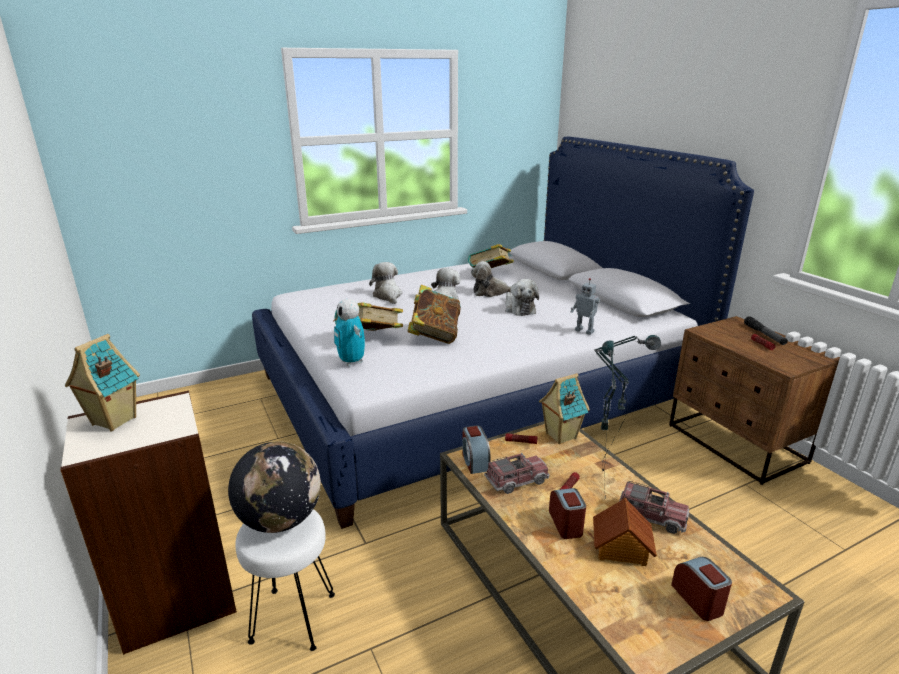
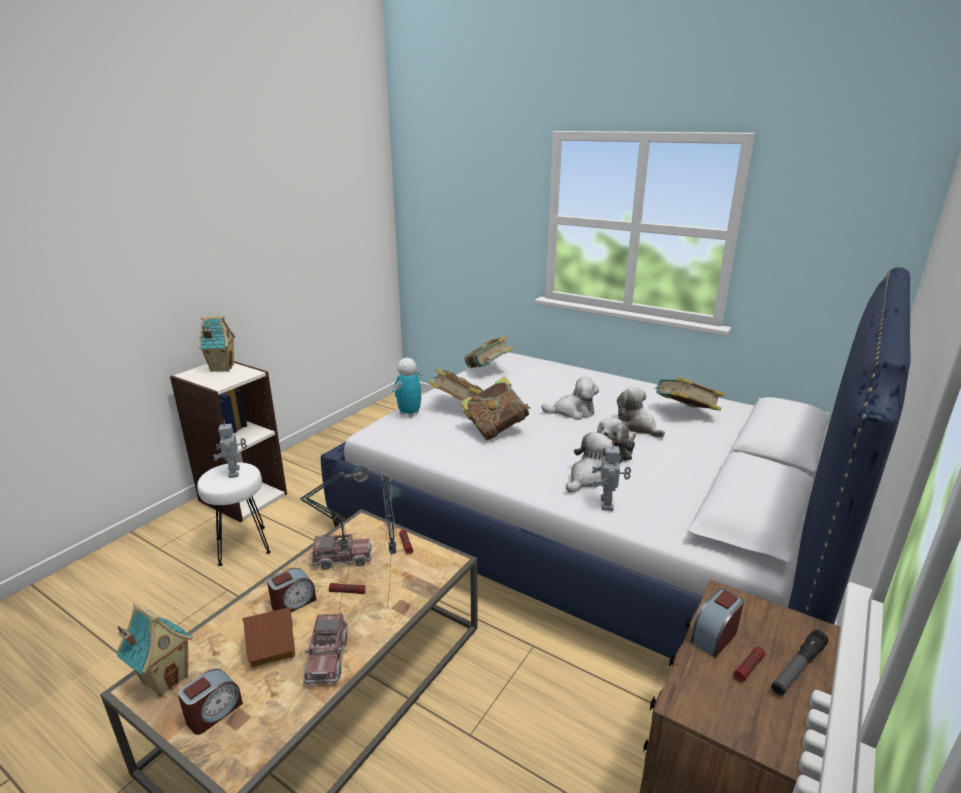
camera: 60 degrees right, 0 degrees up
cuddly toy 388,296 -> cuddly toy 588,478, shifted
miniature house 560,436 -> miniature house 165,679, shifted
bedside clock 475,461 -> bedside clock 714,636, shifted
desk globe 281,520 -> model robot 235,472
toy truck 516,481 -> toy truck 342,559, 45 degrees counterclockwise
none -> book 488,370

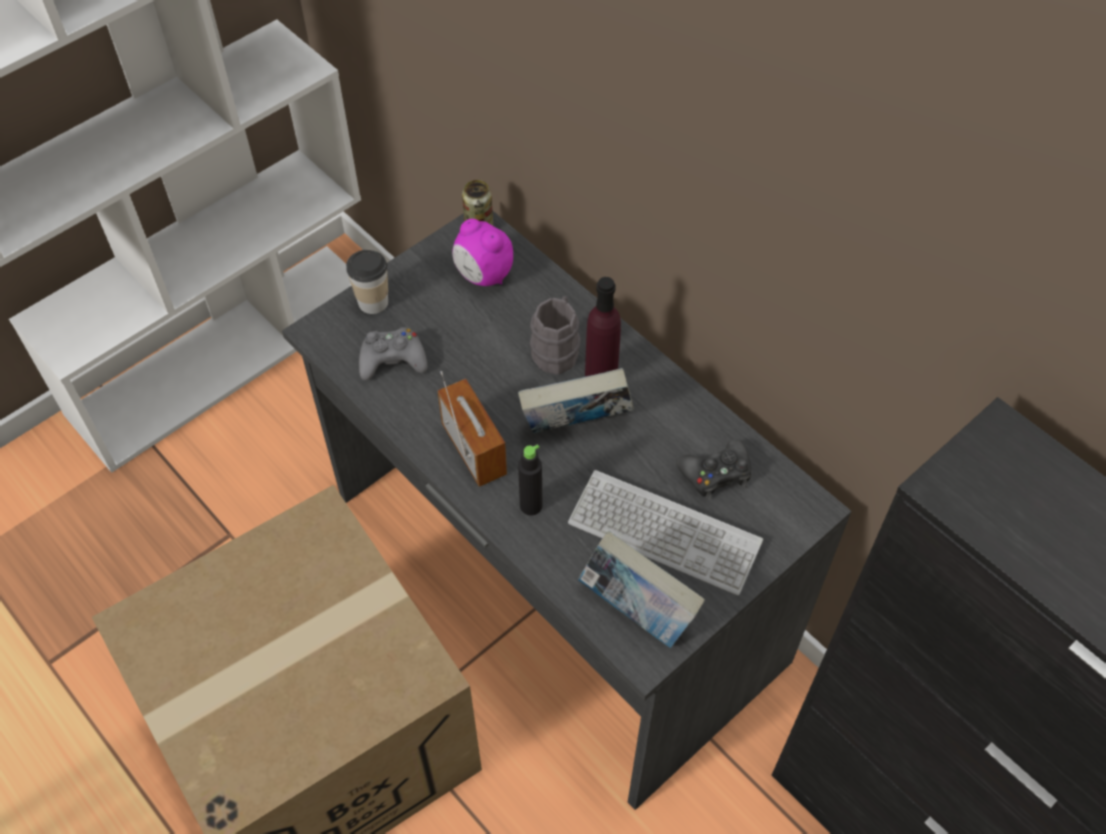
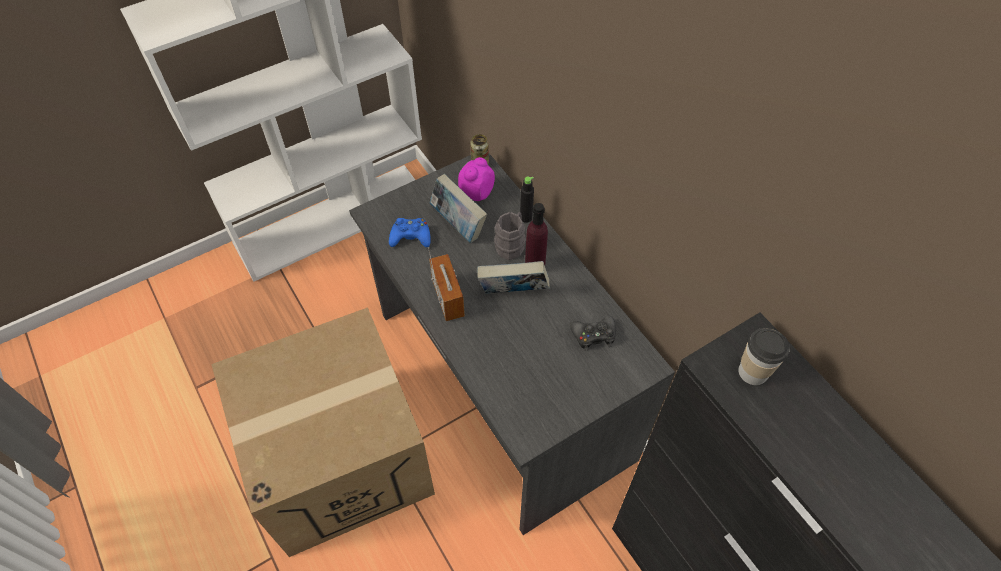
camera: 10 degrees right, 0 degrees up
bedside clock 483,276 -> bedside clock 476,193, 75 degrees clockwise
small cup 373,302 -> small cup 753,372, shifted
joypad (gray) 392,360 -> joypad (bluish) 411,237
drink bottle (black) 531,505 -> drink bottle (black) 526,217, shifted
computer keyboard 664,533 -> none
book 637,611 -> book 458,225, shifted

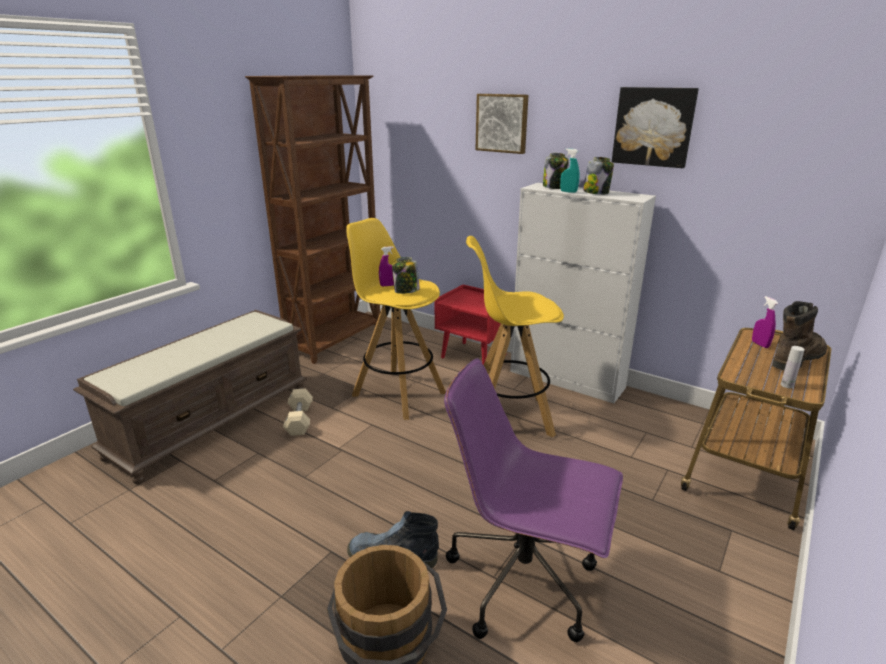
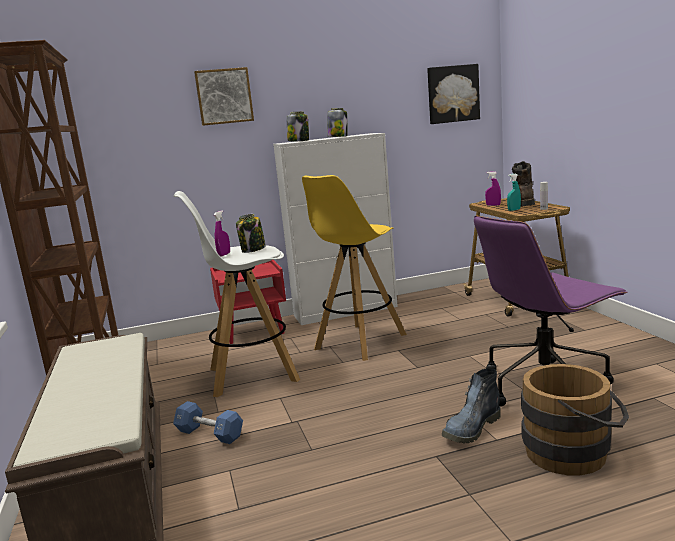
camera: 50 degrees left, 10 degrees down
picture 653,127 -> picture 452,94, shifted
spray bottle (blue-green) 568,192 -> spray bottle (blue-green) 514,210, shifted
sitting stool (yellowish) 398,393 -> sitting stool (white-coloured) 251,375
dumbbell (sand-coloured) 299,420 -> dumbbell (bluish) 209,434

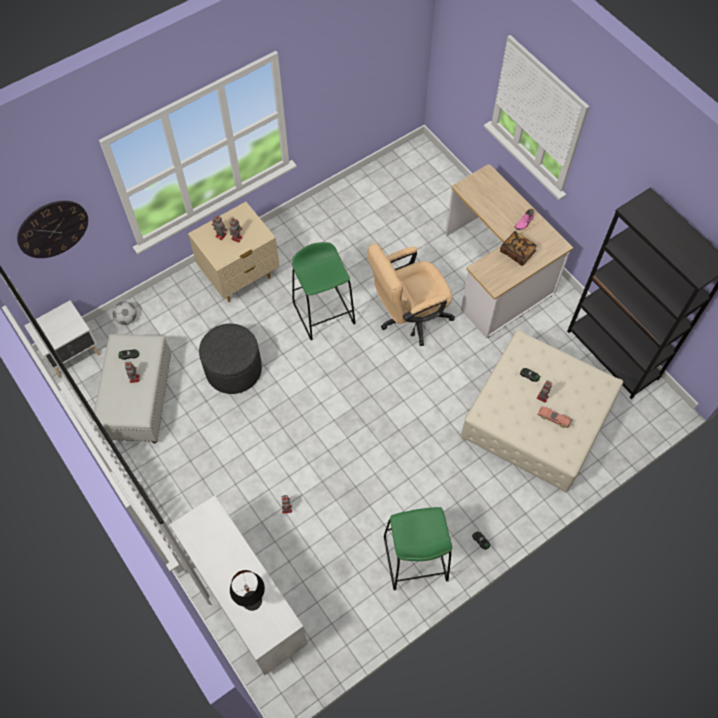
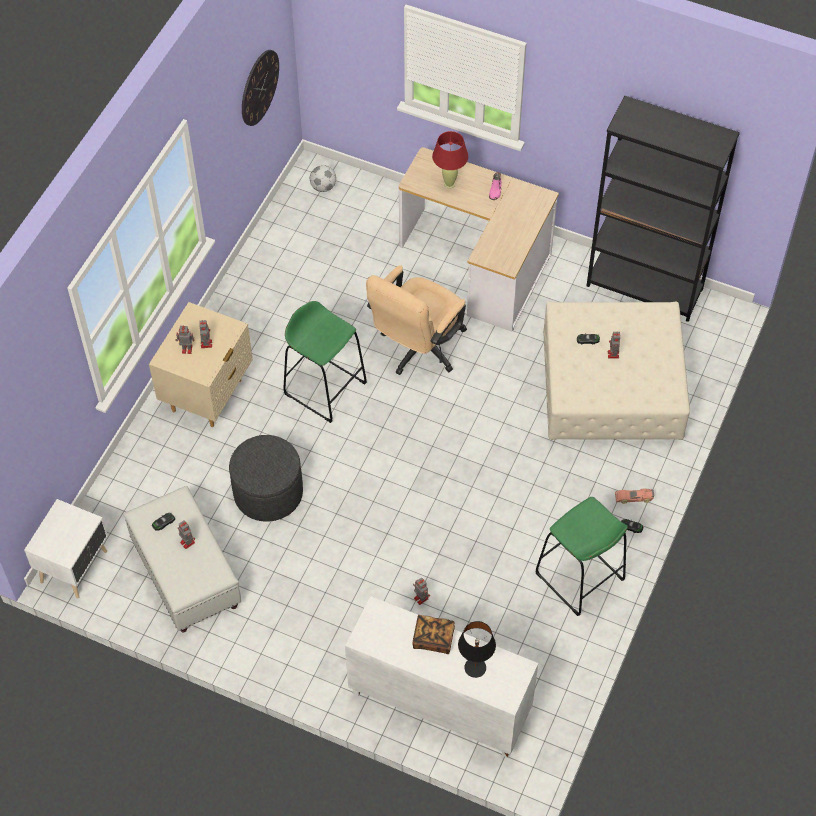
camera: 30 degrees left, 5 degrees down
clock on the wall 52,229 -> clock on the wall 259,87, shifted
book 517,253 -> book 433,639, shifted
football ball 127,319 -> football ball 323,187, shifted
toy car 554,418 -> toy car 634,497, shifted
none -> tabletop lamp (red-coloured) 449,184

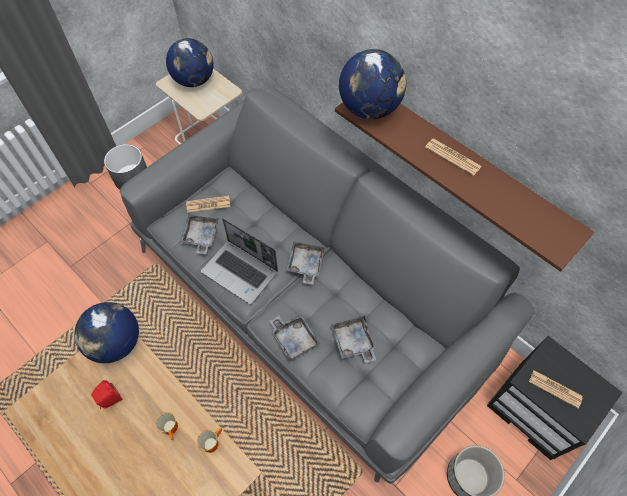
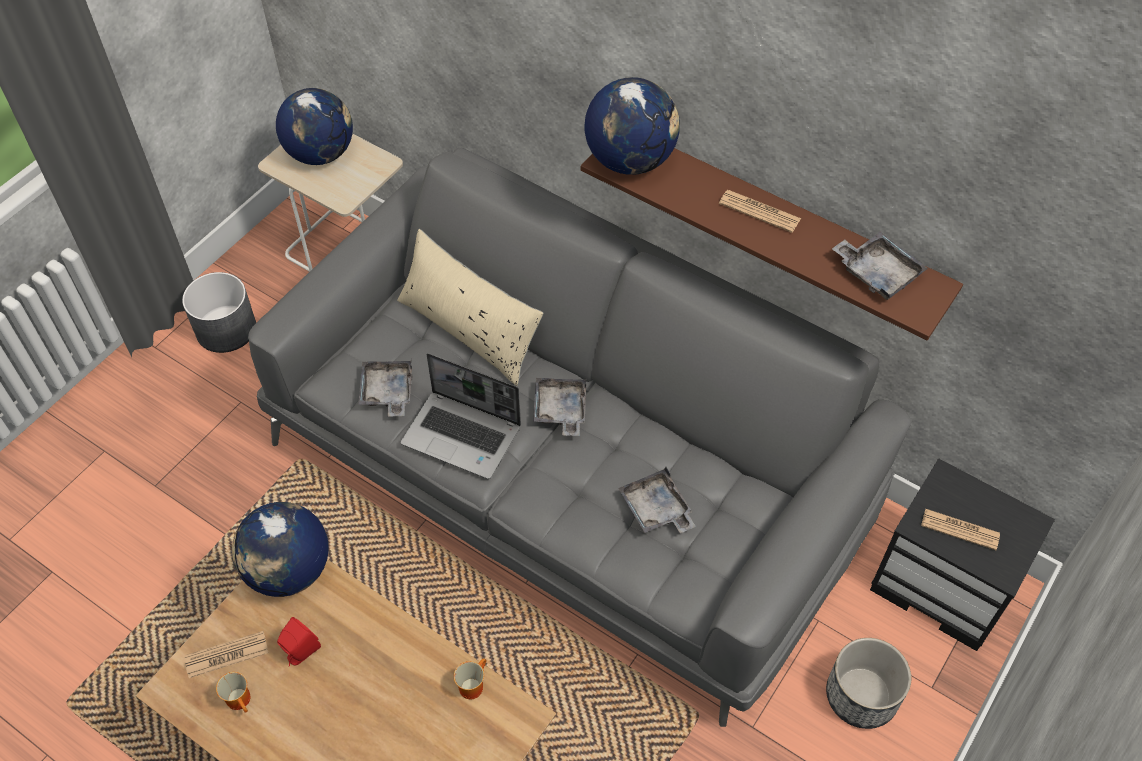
camera: 10 degrees left, 5 degrees down
printed paper 208,204 -> printed paper 226,655, shifted
tray (gray) 294,338 -> tray (gray) 877,273, shifted
mug 172,428 -> mug 241,700, shifted
none -> cushion (sand-coloured) 469,329

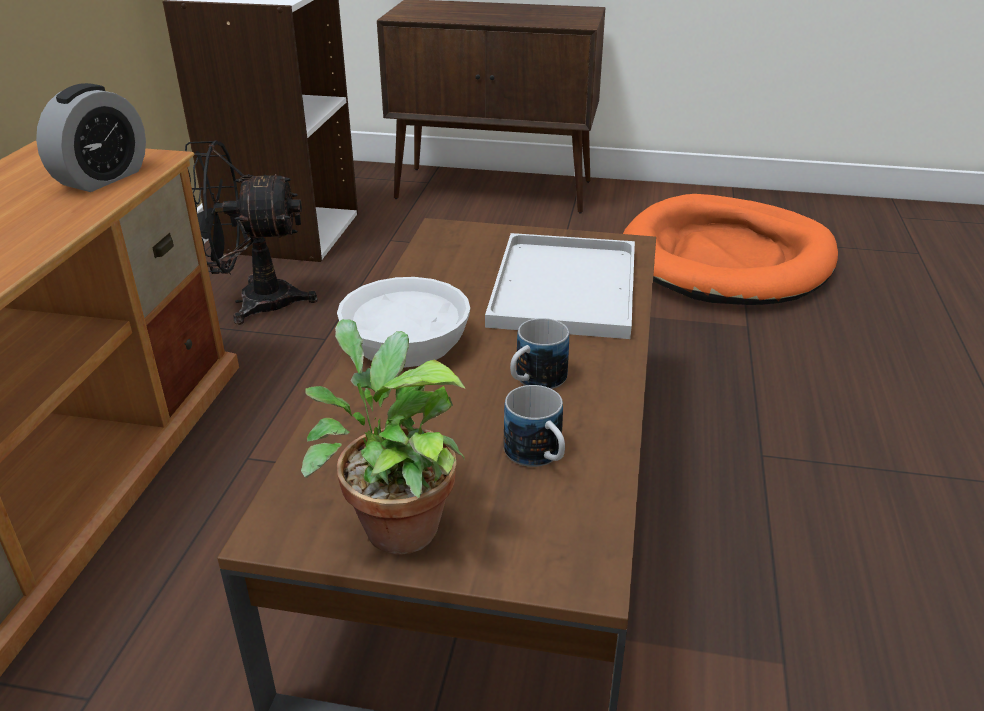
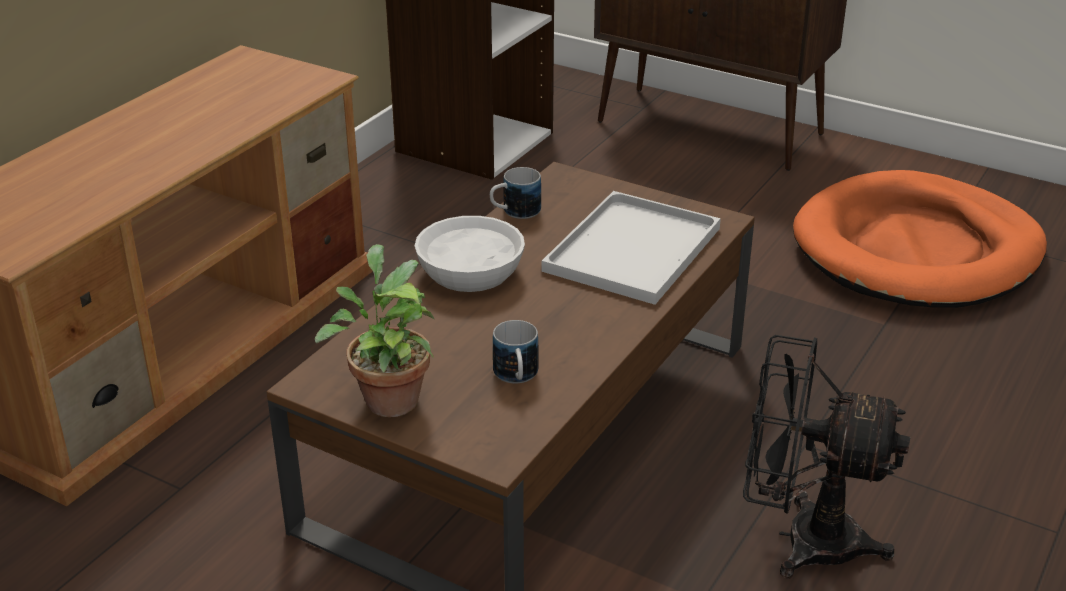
camera: 20 degrees right, 0 degrees up
bedside clock 103,178 -> none
electric fan (black) 252,302 -> electric fan (black) 801,539, shifted
mug 534,381 -> mug 514,212, shifted

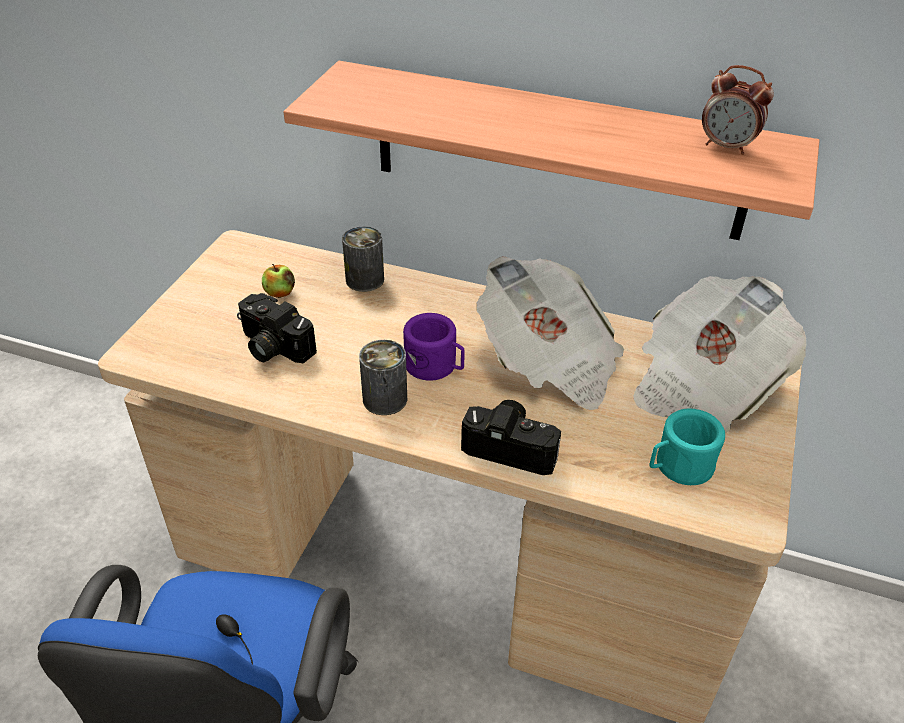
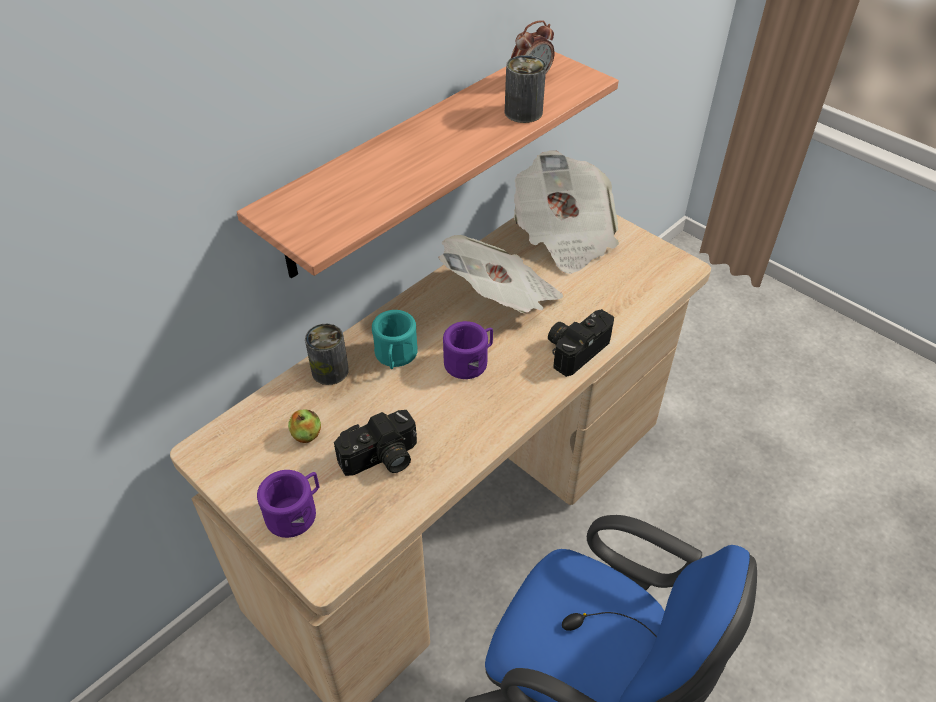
camera: 65 degrees left, 5 degrees up
metal can 385,399 -> metal can 523,112, shifted
mug (blue-green) 678,466 -> mug (blue-green) 395,356, shifted
none -> mug (purple) 296,512

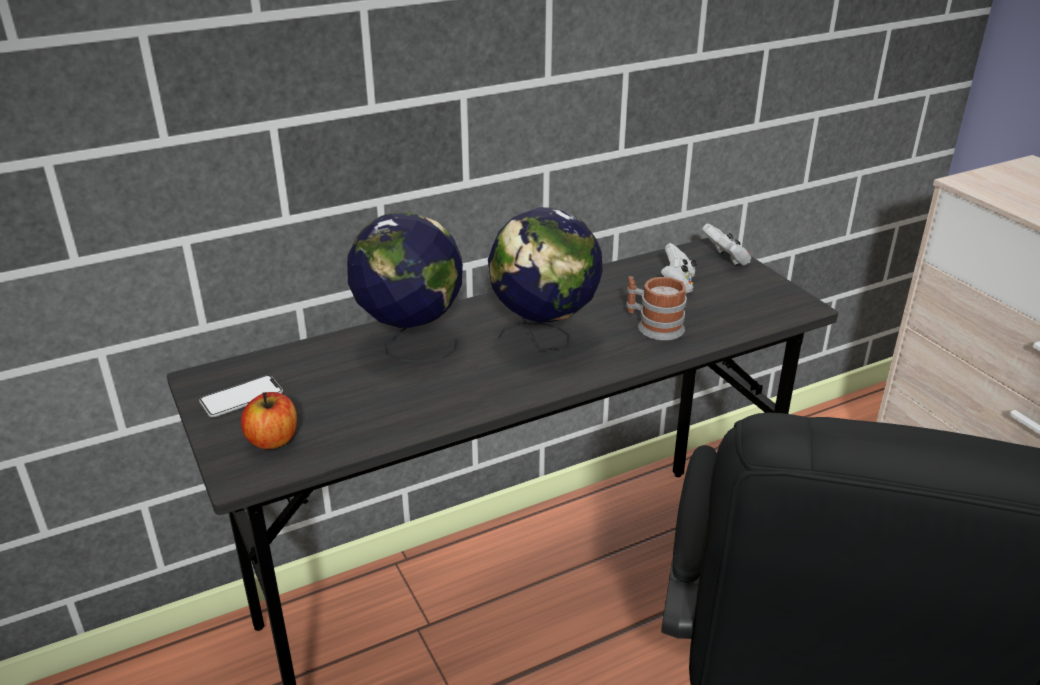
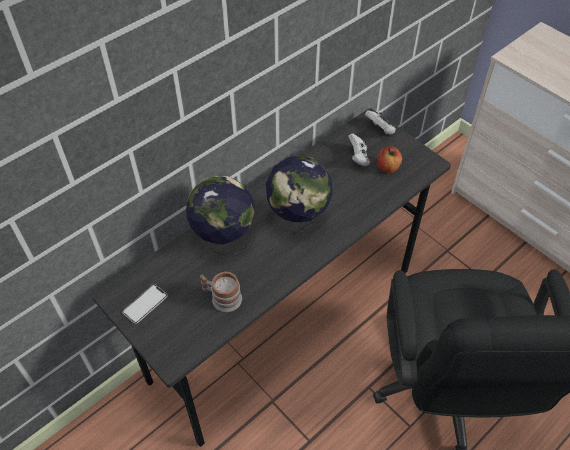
camera: 15 degrees left, 20 degrees up
mug 653,326 -> mug 222,298, shifted
apple 273,440 -> apple 388,167, shifted

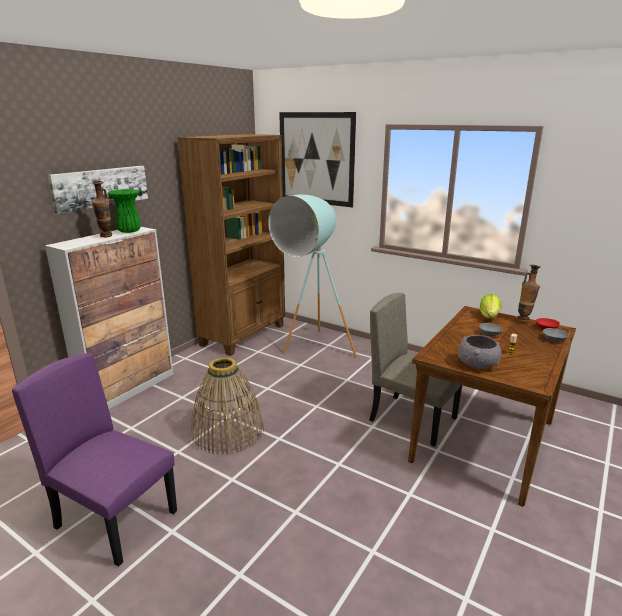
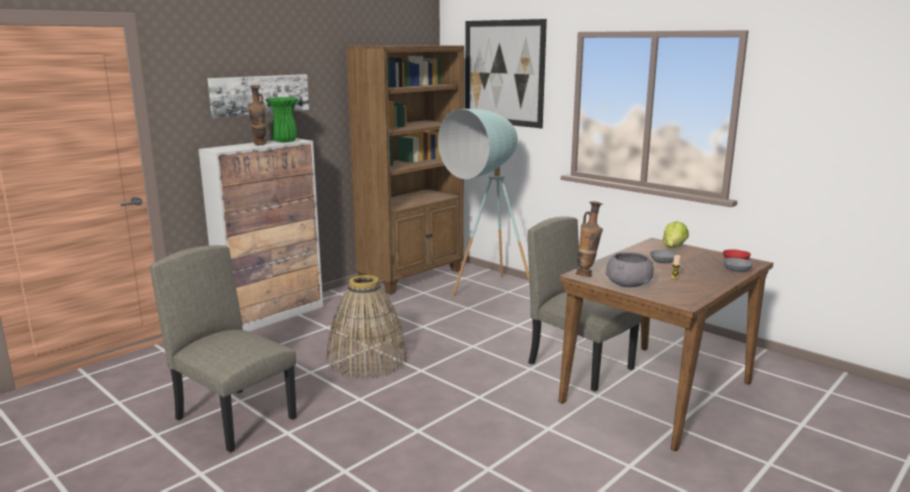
camera: 10 degrees right, 5 degrees down
decorative vase 524,320 -> decorative vase 587,275, shifted
plain chair (purple) 117,519 -> plain chair (sand-coloured) 236,418

